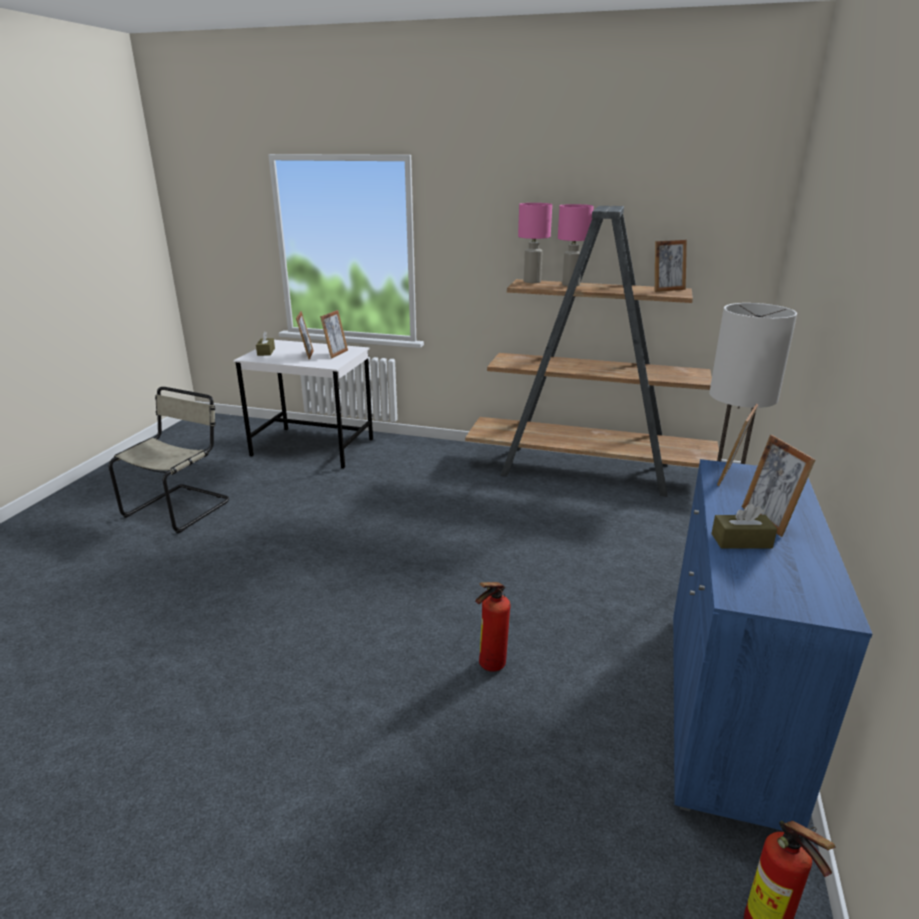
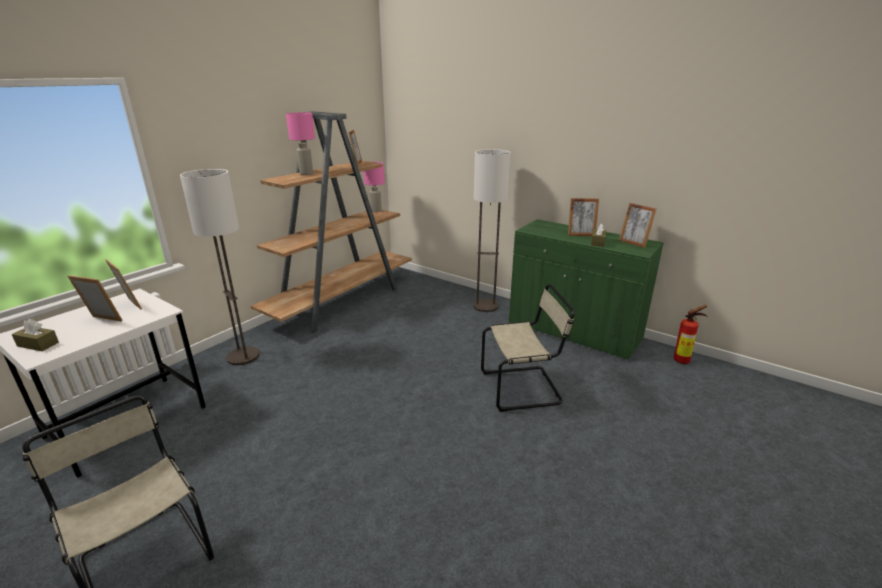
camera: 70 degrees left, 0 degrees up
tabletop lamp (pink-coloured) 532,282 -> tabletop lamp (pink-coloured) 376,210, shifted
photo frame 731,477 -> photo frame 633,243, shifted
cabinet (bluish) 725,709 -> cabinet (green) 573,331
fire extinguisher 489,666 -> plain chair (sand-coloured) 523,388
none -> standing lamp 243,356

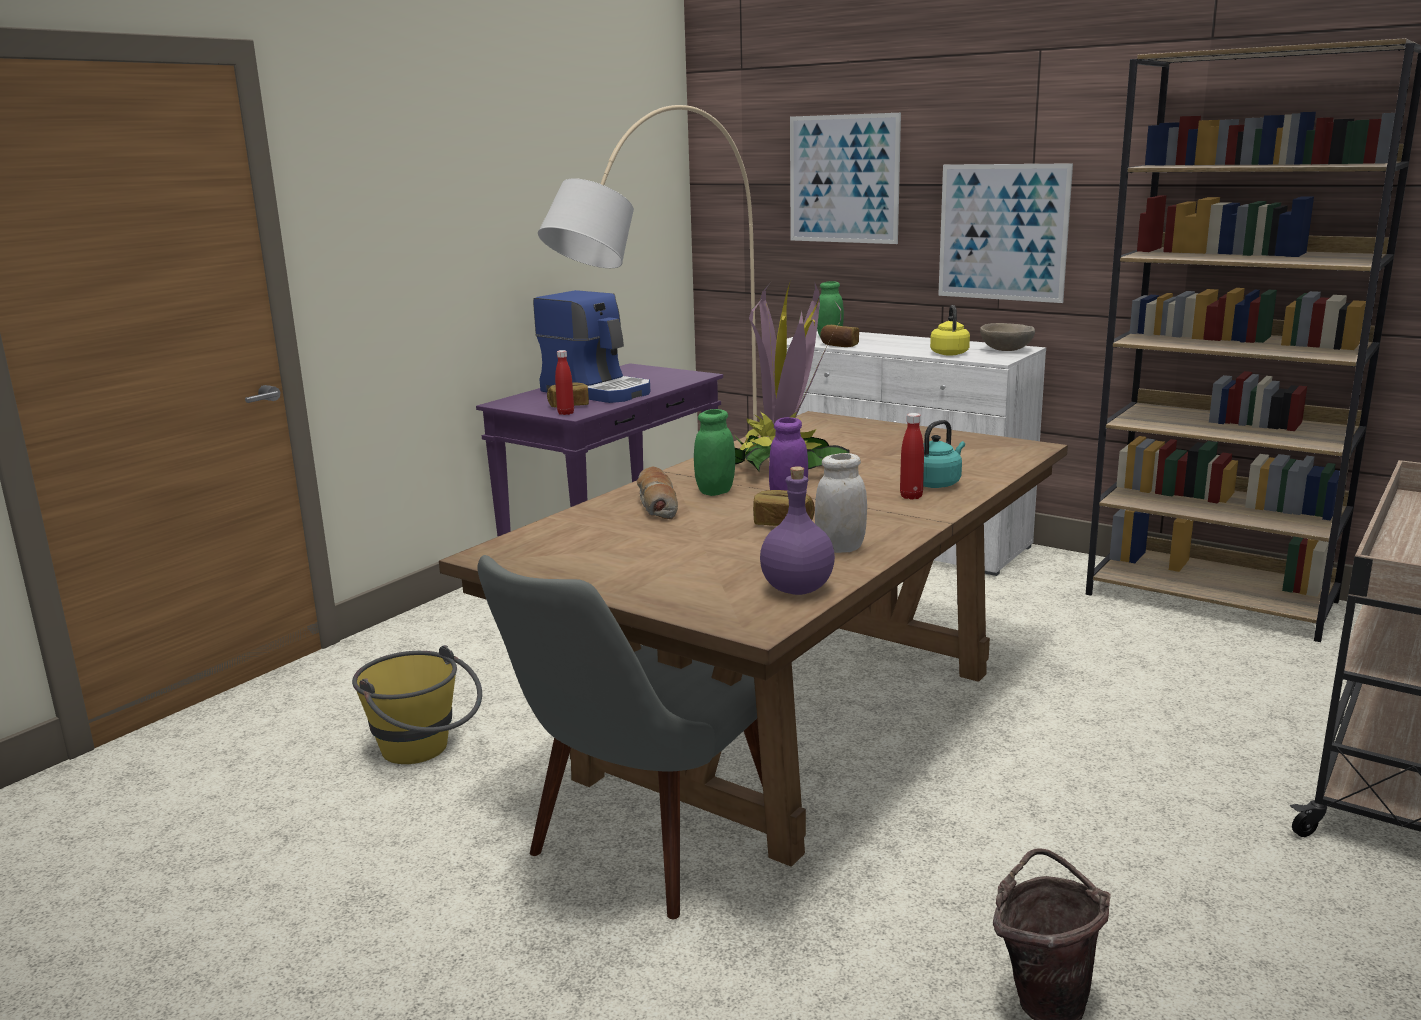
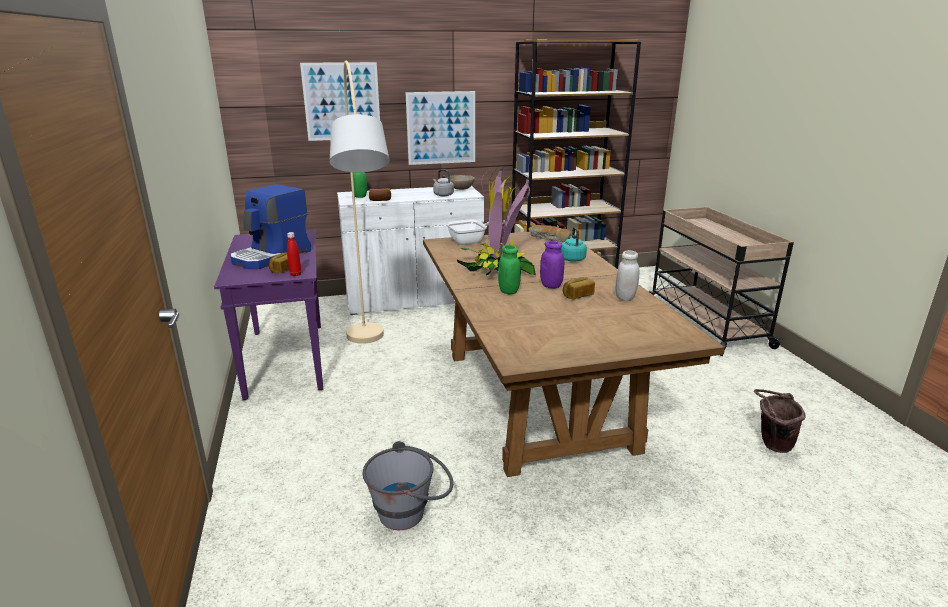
camera: 50 degrees left, 5 degrees up
coffee machine 597,391 -> coffee machine 272,256, 135 degrees clockwise
tea kettle (yellowish) 949,353 -> tea kettle (gray) 442,195
drink bottle (red-coloured) 911,496 -> none
drink bottle (purple) 798,589 -> none
bread 656,504 -> bread 550,239, shifted
plain chair (gray) 637,854 -> none
pail (yellowish) 424,751 -> pail (gray) 411,512
none -> skillet 471,241

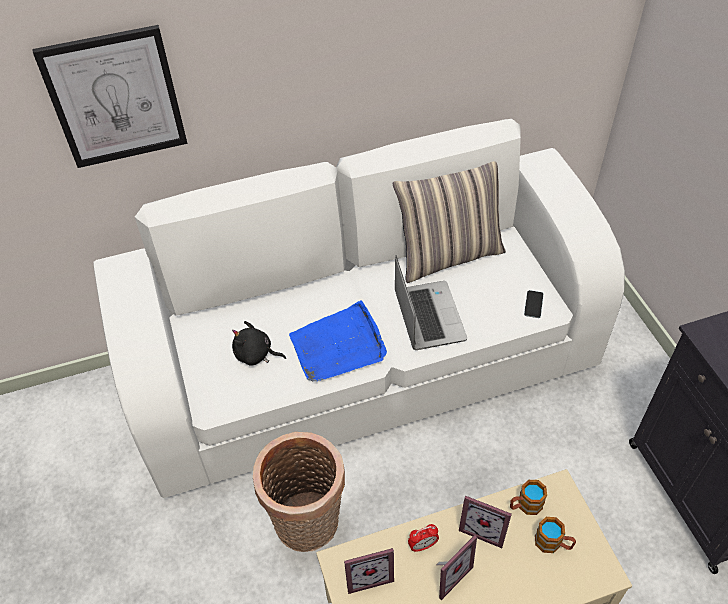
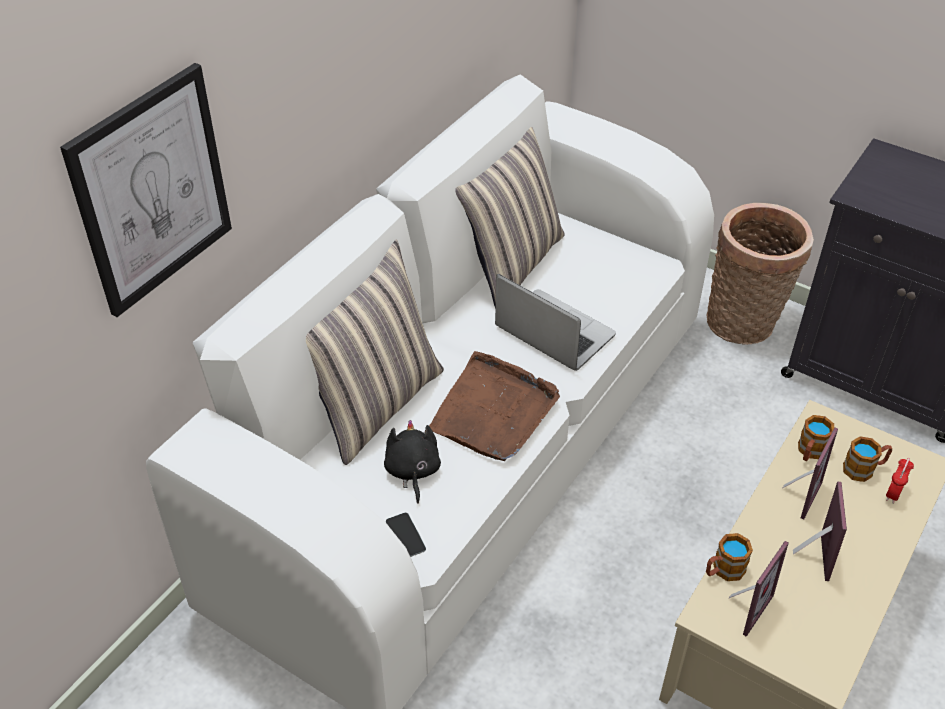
camera: 40 degrees left, 5 degrees down
handset 533,304 -> handset 405,535, shifted
tray (bluish) 338,346 -> tray (brownish) 494,411
cuddly toy (black) 256,355 -> cuddly toy (black) 412,471, 105 degrees clockwise
basket 308,525 -> basket 744,324, shifted
photo frame 484,528 -> photo frame 797,494, 45 degrees counterclockwise
bedside clock 422,545 -> bedside clock 893,493, shifted
none -> cushion 375,403
none -> mug 723,570

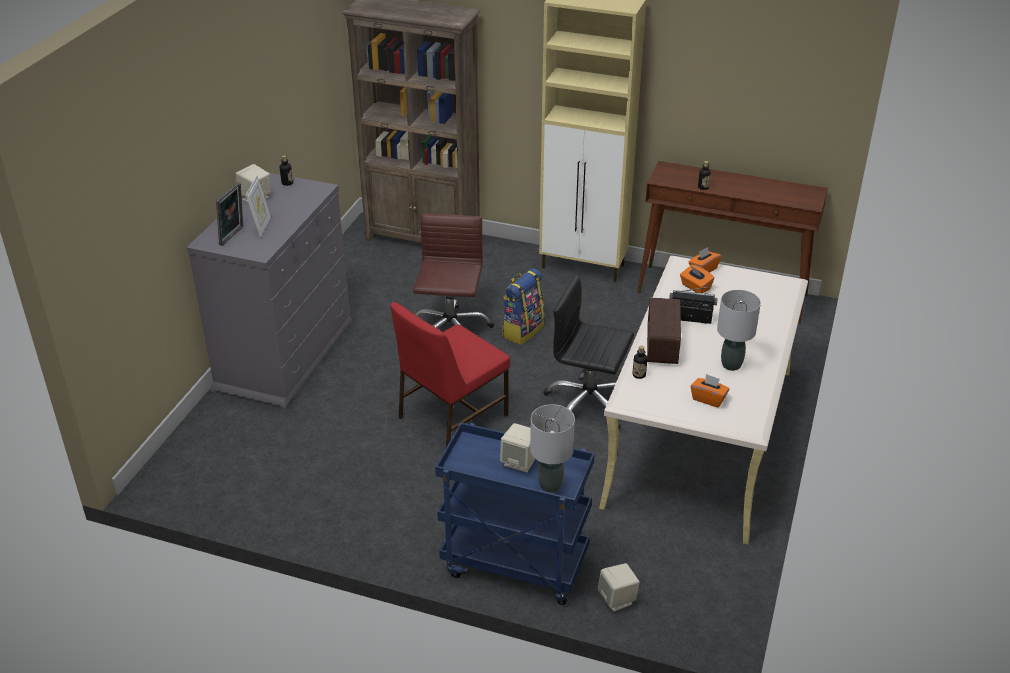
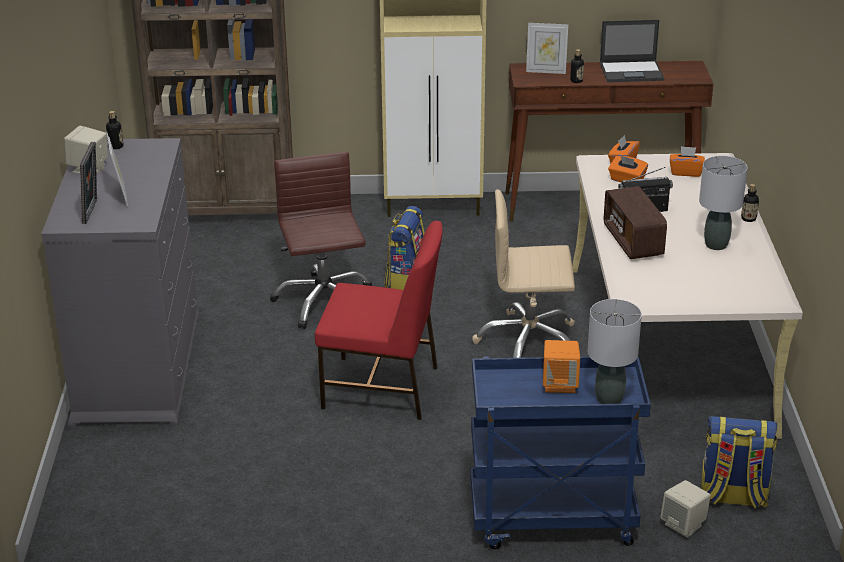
camera: 20 degrees left, 5 degrees down
desk chair (black) 588,404 -> desk chair (sand-coloured) 528,342
plain chair (red-coloured) 451,417 -> plain chair (red-coloured) 382,388, 105 degrees counterclockwise
drink bottle 639,375 -> drink bottle 748,219, shifted
tissue holder (orangey) 708,399 -> tissue holder (orangey) 686,172, shifted
loudspeaker (sand-coloured) 520,462 -> loudspeaker (orangey) 560,384
none -> portable computer 632,72
none -> photo frame 546,71
none -> rucksack 732,497

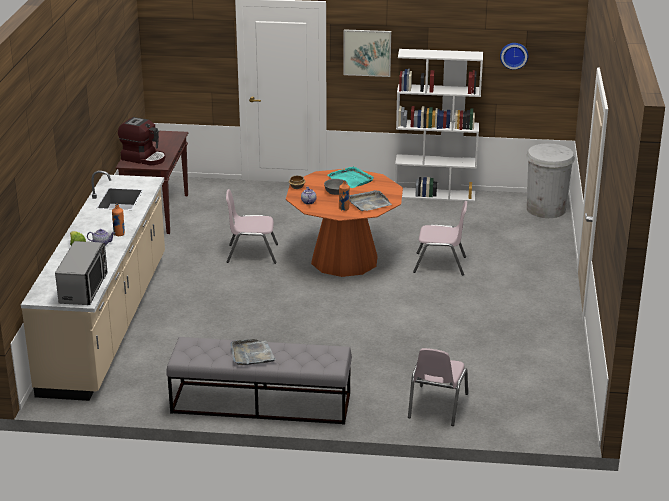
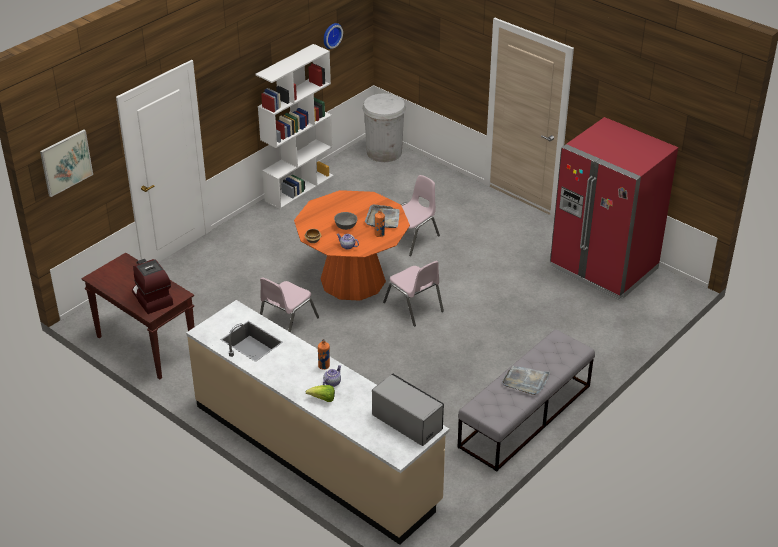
camera: 55 degrees left, 10 degrees up
picture 367,52 -> picture 66,162, shifted
coffee machine 144,158 -> coffee machine 151,298, 90 degrees counterclockwise
tray (blue-green) 351,179 -> none
plain chair (pink-coloured) 437,406 -> plain chair (pink-coloured) 413,307, shifted
none -> fridge (red-coloured) 603,268

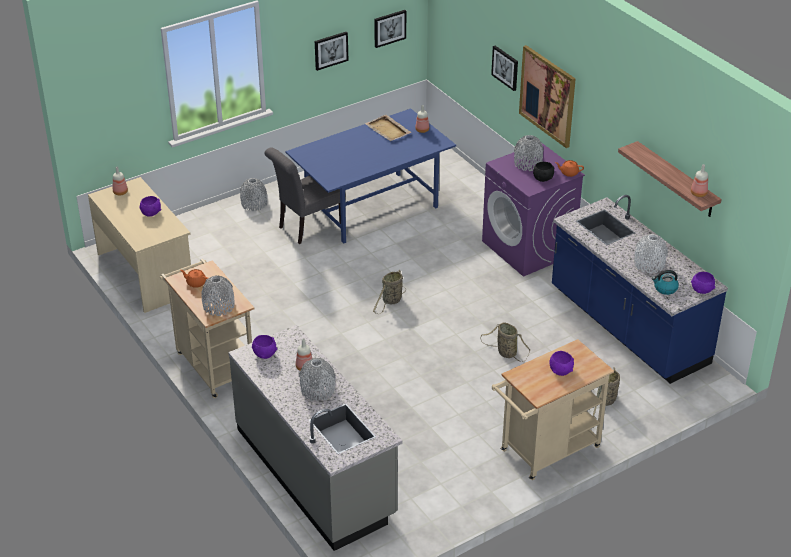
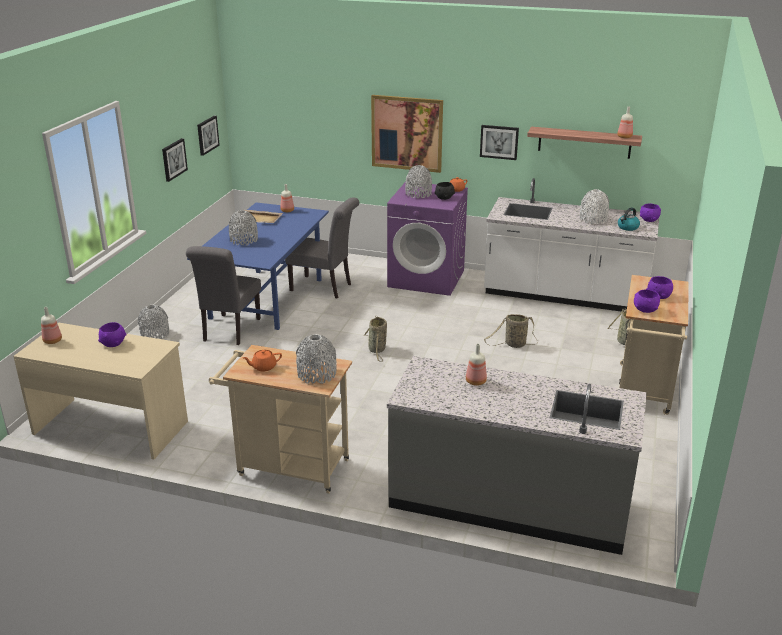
camera: 40 degrees left, 10 degrees down
picture 505,67 -> picture 499,142, shifted
kitchen counter (bluish) 627,327 -> kitchen counter (white-coloured) 565,295
bowl (purple) 265,354 -> bowl (purple) 645,310, shifted
decorative vase (gray) 317,390 -> decorative vase (gray) 244,240, shifted
none -> plain chair (gray) 324,287

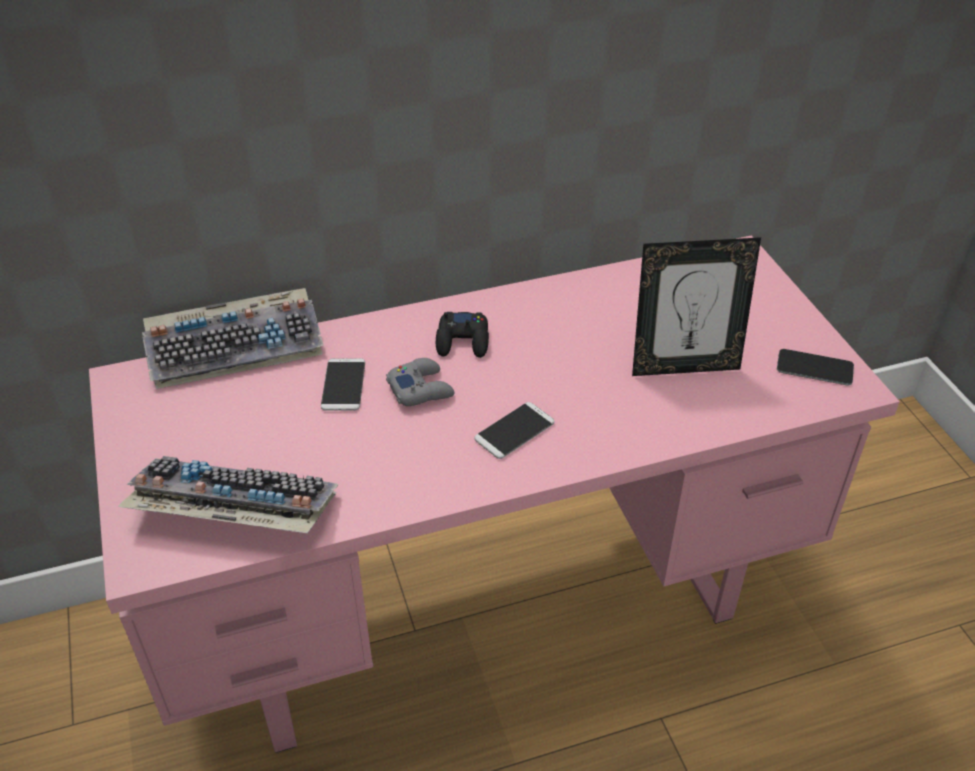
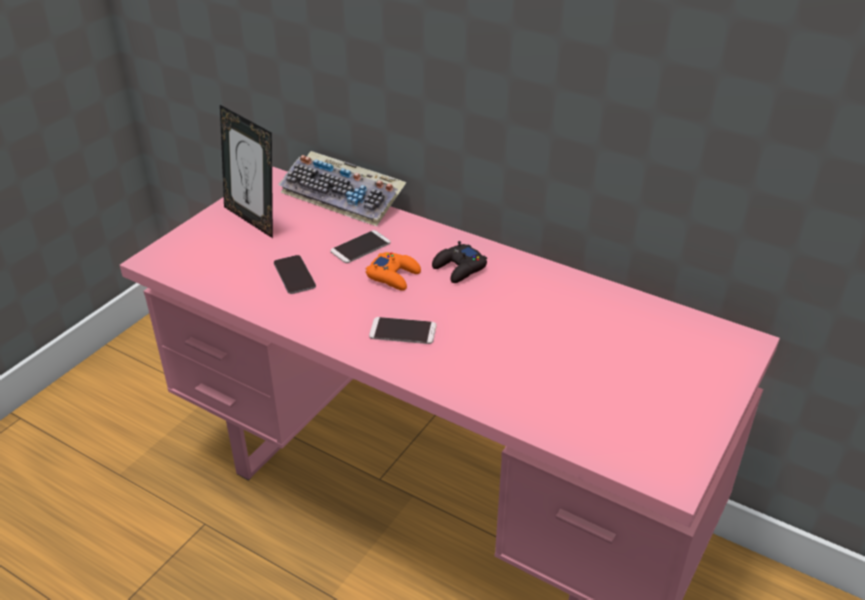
camera: 50 degrees right, 5 degrees down
photo frame 684,366 -> photo frame 253,219, shifted
handset 814,368 -> handset 294,275, shifted
joypad (gray) 420,388 -> joypad (orangey) 394,276
computer keyboard 230,511 -> none

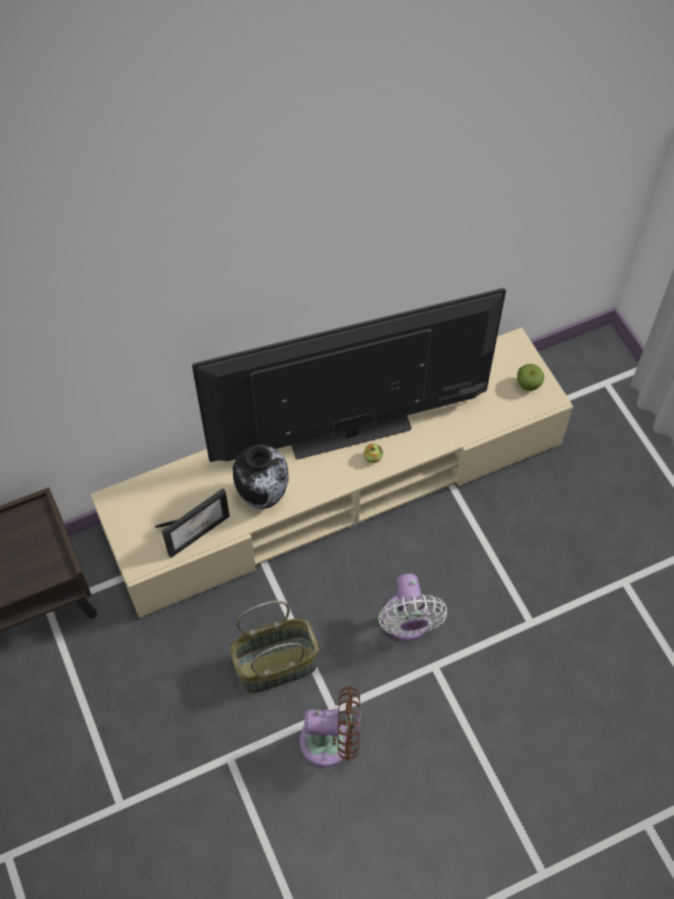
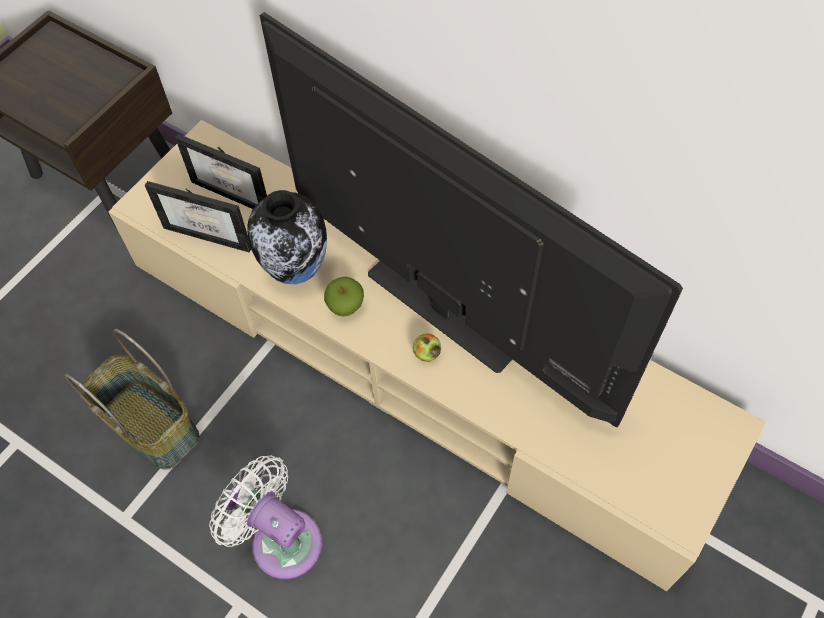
camera: 60 degrees right, 0 degrees up
apple 528,385 -> apple 345,307, shifted
electric fan (white-coloured) 407,623 -> electric fan (white-coloured) 280,538, 75 degrees clockwise
electric fan (brownish) 332,741 -> none
none -> photo frame 237,191

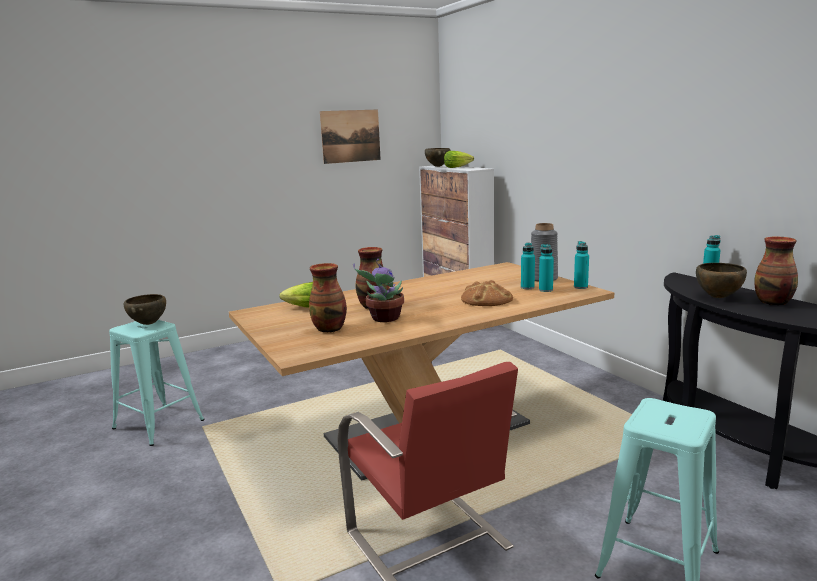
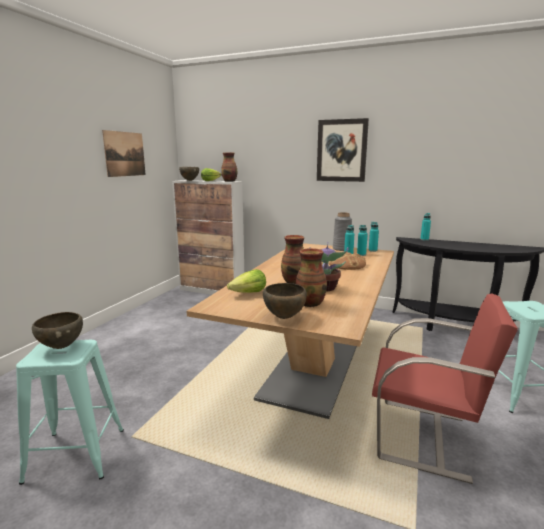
camera: 40 degrees left, 0 degrees up
decorative vase 774,302 -> decorative vase 230,181, shifted
bowl (brownish) 718,297 -> bowl (brownish) 284,317, shifted
none -> picture 341,150

